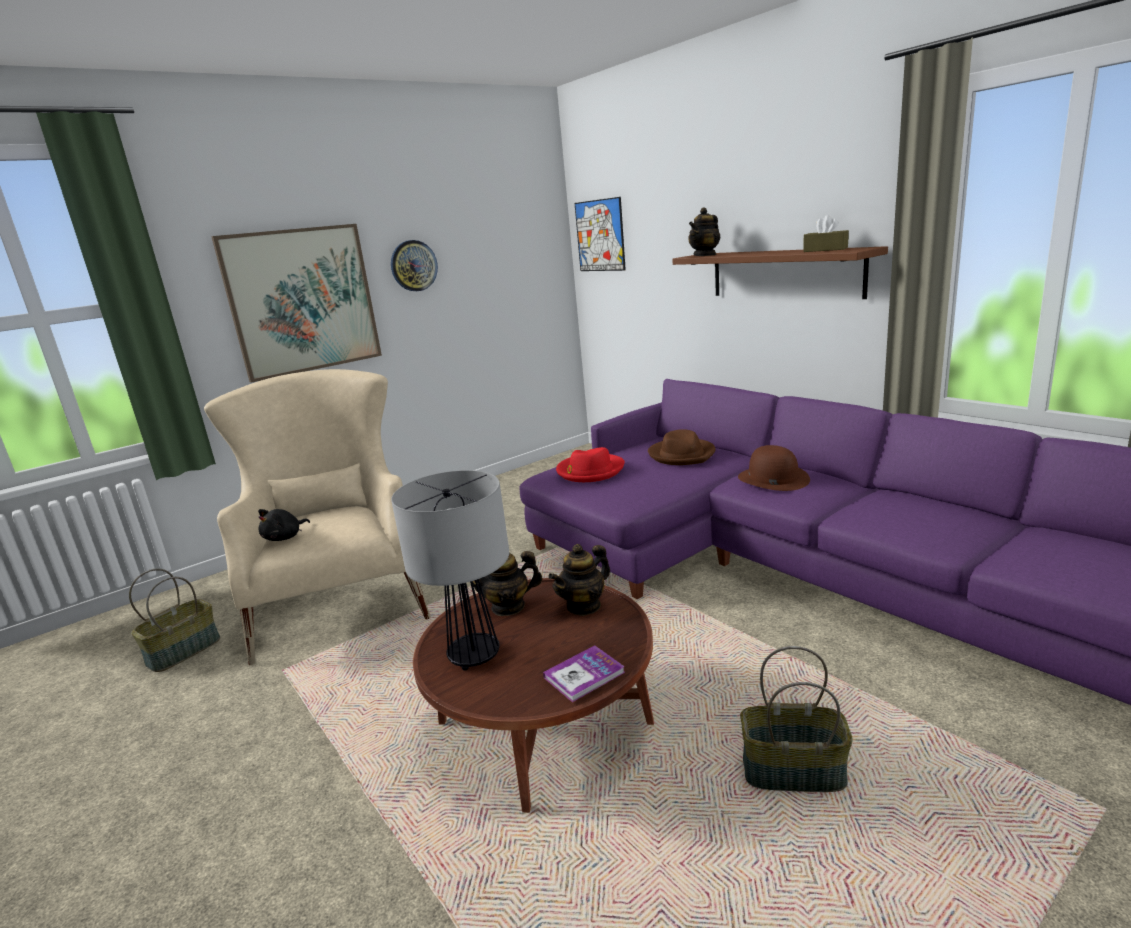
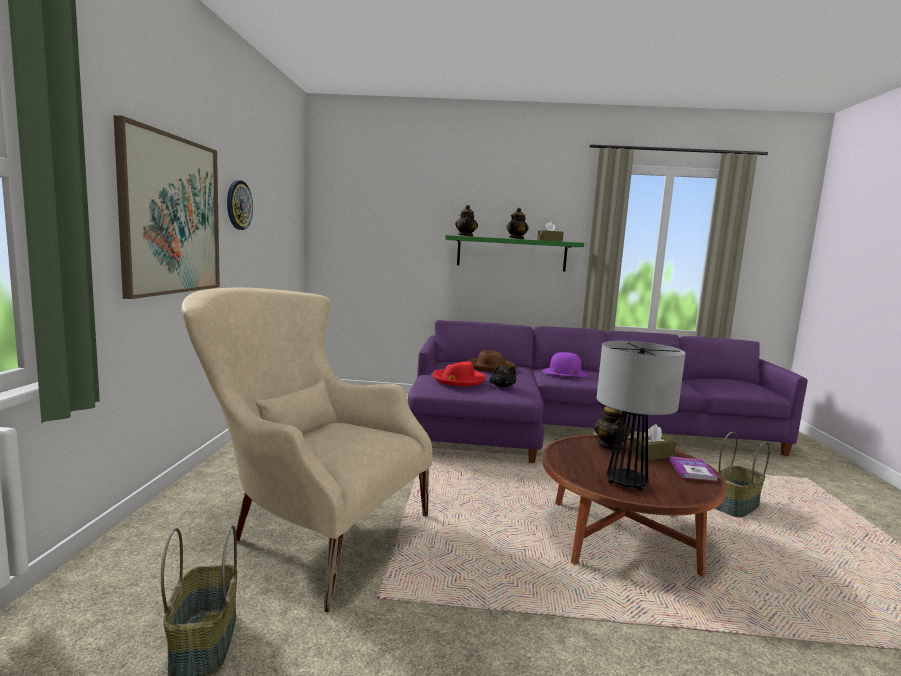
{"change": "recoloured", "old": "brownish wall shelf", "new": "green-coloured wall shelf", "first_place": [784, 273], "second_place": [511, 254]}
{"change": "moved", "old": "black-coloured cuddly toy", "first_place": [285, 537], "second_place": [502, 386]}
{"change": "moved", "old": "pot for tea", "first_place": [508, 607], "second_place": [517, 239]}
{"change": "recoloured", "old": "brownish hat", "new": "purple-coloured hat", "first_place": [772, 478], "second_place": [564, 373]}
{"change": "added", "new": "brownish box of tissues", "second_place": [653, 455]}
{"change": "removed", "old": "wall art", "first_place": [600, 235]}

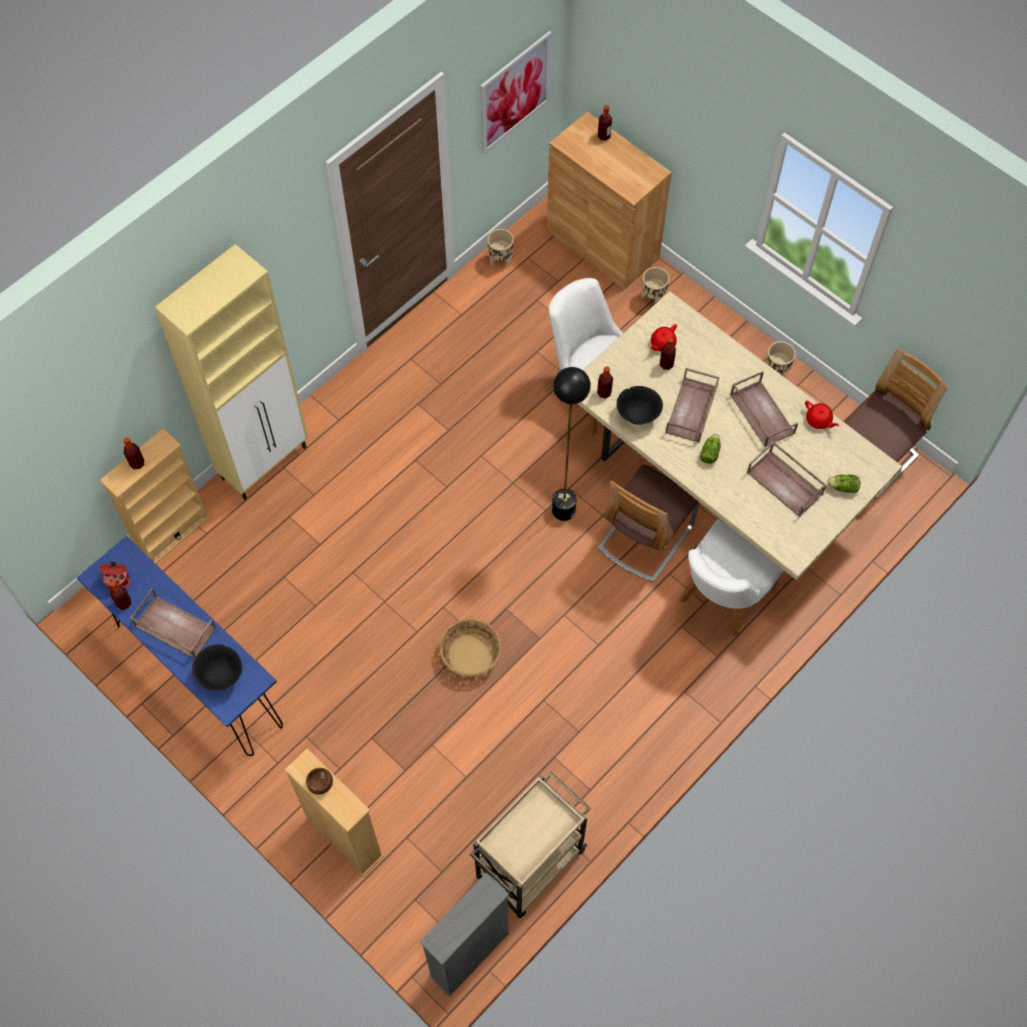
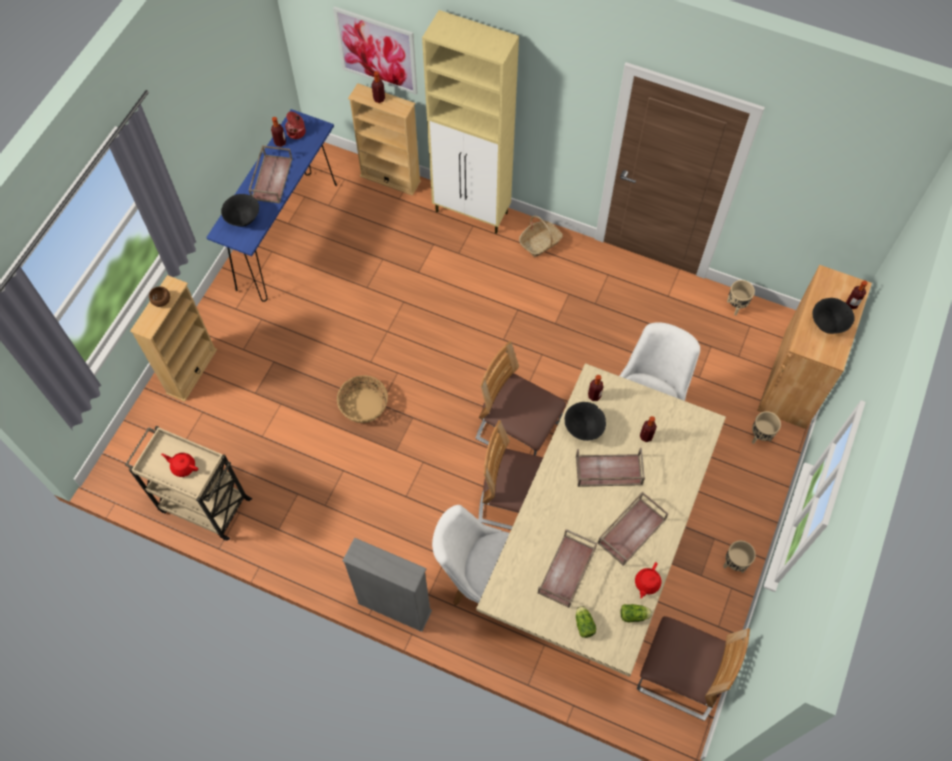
{"change": "moved", "old": "red pot for tea", "first_place": [662, 343], "second_place": [183, 466]}
{"change": "moved", "old": "wall art", "first_place": [515, 92], "second_place": [377, 50]}
{"change": "moved", "old": "greyish bookshelf", "first_place": [469, 954], "second_place": [394, 607]}
{"change": "replaced", "old": "black-coloured floor lamp", "new": "plain chair", "first_place": [563, 510], "second_place": [517, 431]}
{"change": "added", "new": "basket", "second_place": [540, 243]}
{"change": "moved", "old": "lettuce", "first_place": [710, 452], "second_place": [635, 615]}
{"change": "added", "new": "black-coloured bowl", "second_place": [827, 325]}

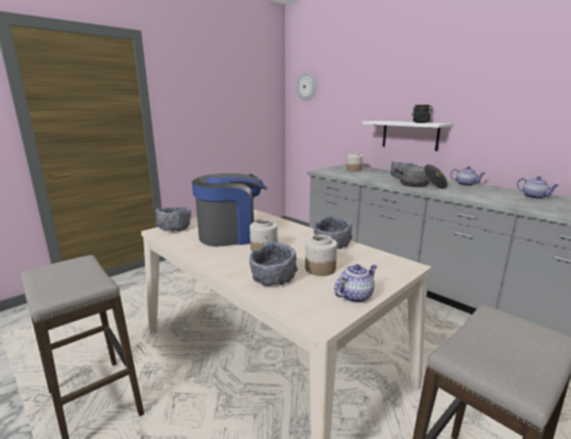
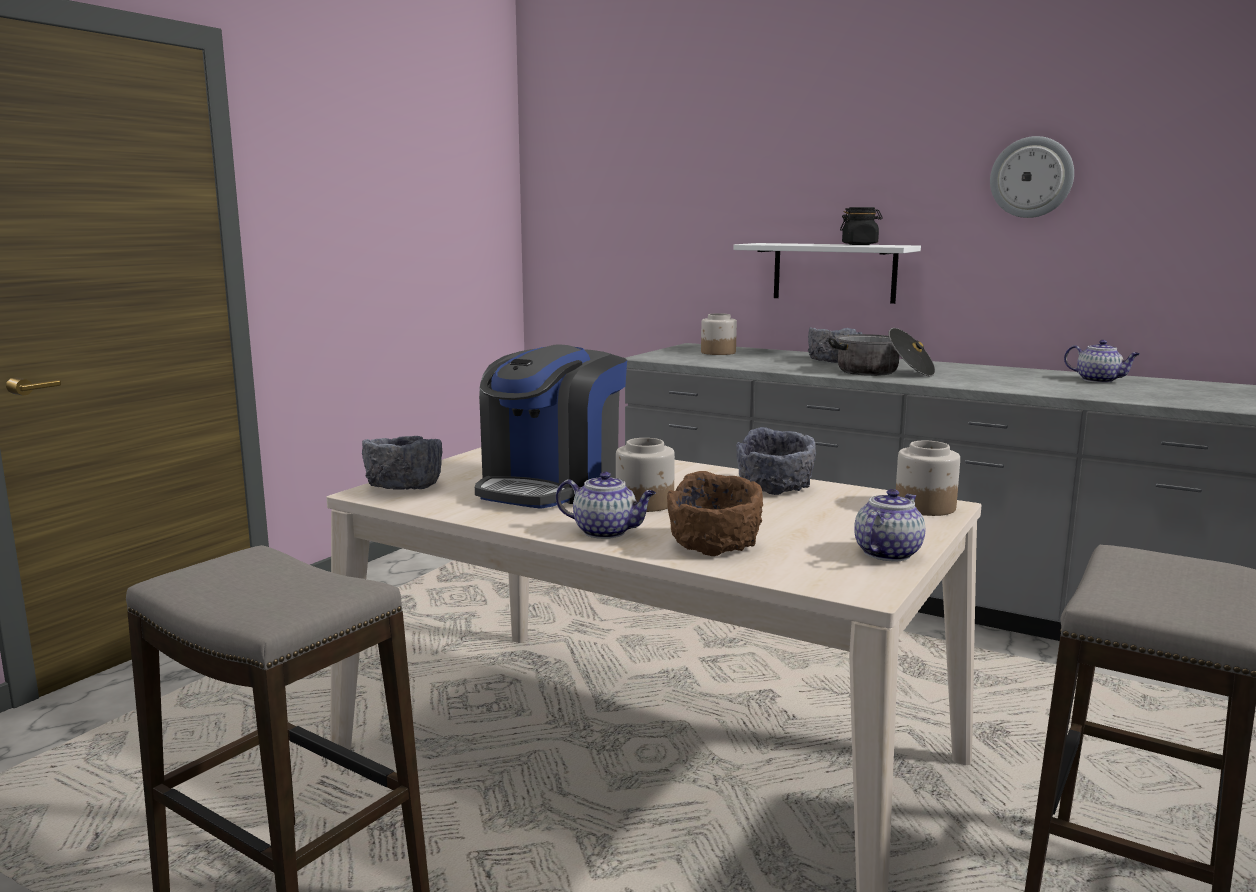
{"change": "turned", "old": "coffee maker", "first_place": [232, 235], "second_place": [551, 487], "degrees": 150}
{"change": "moved", "old": "pot for tea", "first_place": [466, 184], "second_place": [606, 532]}
{"change": "recoloured", "old": "greyish bowl", "new": "brownish bowl", "first_place": [273, 278], "second_place": [714, 544]}
{"change": "moved", "old": "storage jar", "first_place": [319, 269], "second_place": [924, 507]}
{"change": "moved", "old": "hanging clock", "first_place": [307, 86], "second_place": [1031, 177]}

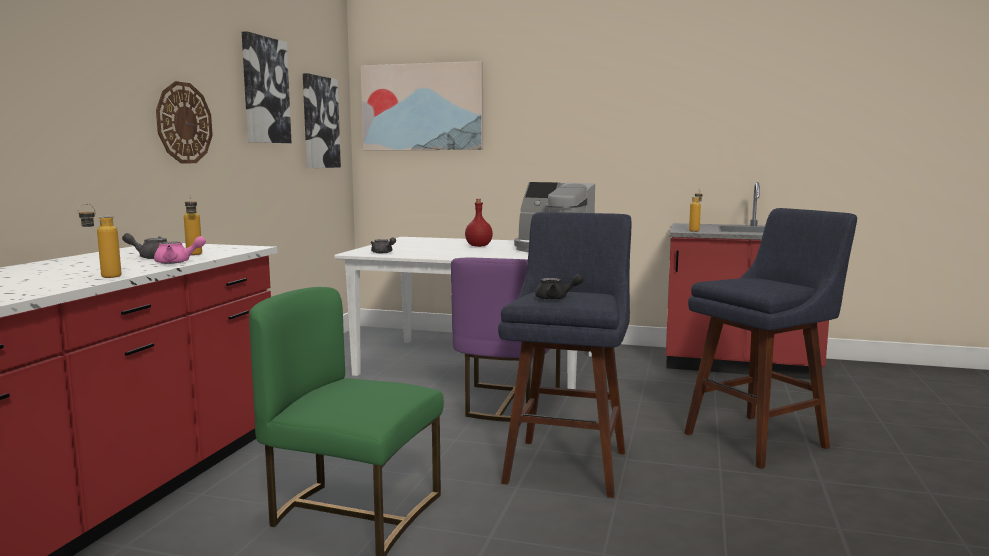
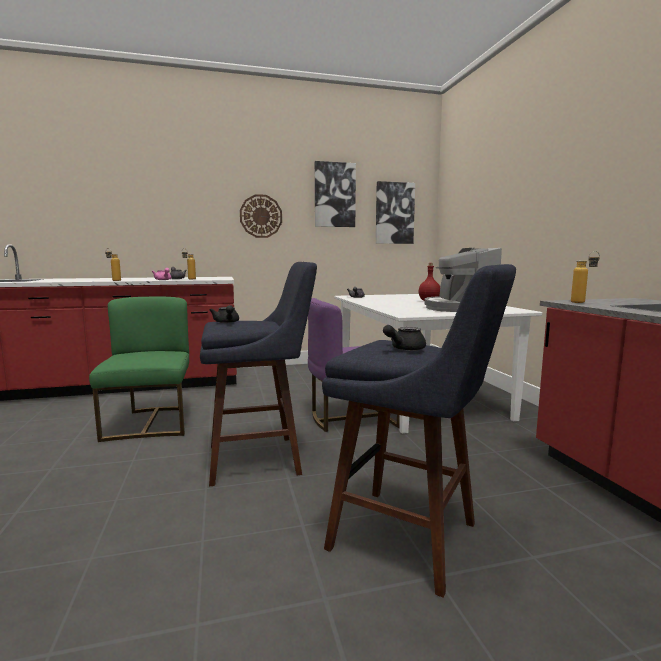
{"change": "added", "new": "black-coloured pot for tea", "second_place": [403, 349]}
{"change": "removed", "old": "wall art", "first_place": [422, 107]}

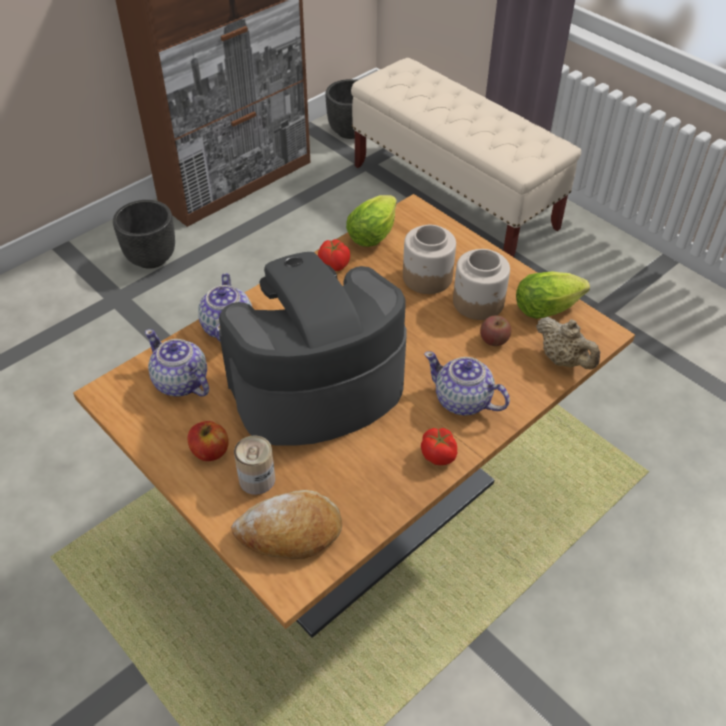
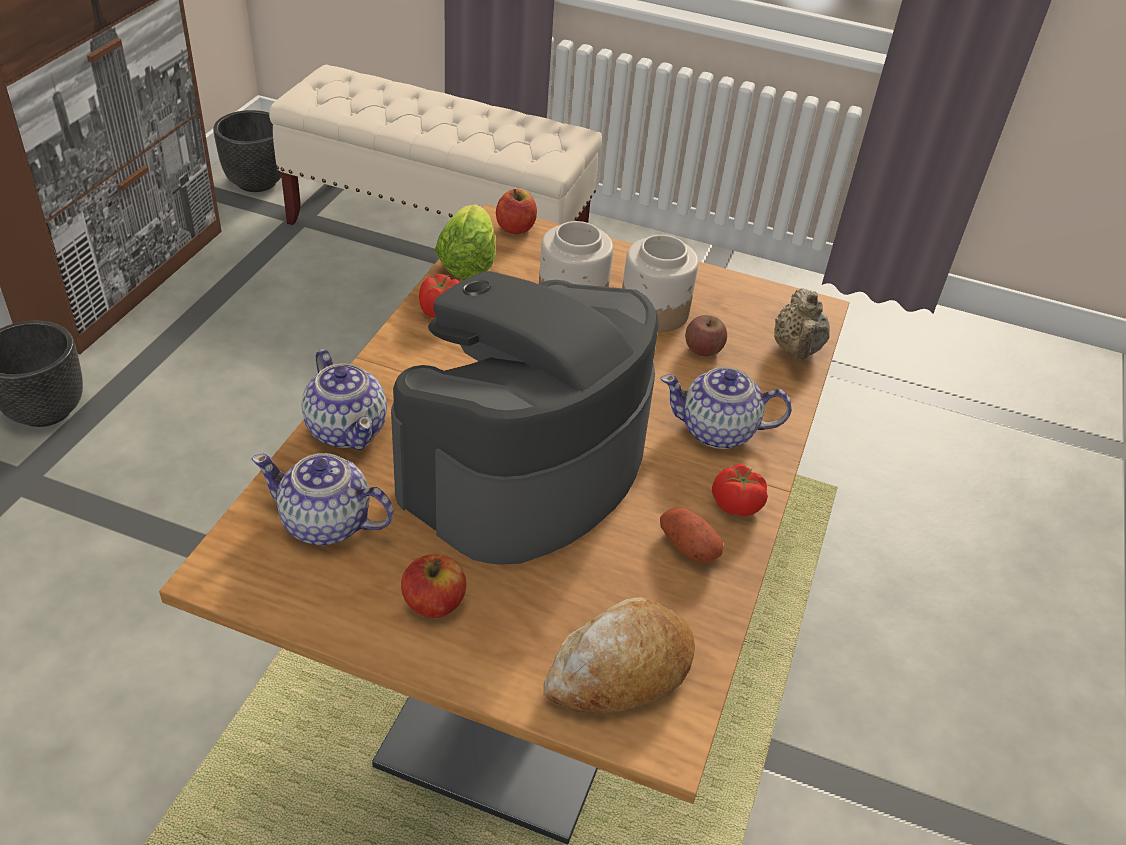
{"change": "added", "new": "apple fruit", "second_place": [515, 228]}
{"change": "added", "new": "spud", "second_place": [688, 547]}
{"change": "turned", "old": "sand-coloured pot for tea", "first_place": [563, 360], "second_place": [796, 350], "degrees": 75}
{"change": "removed", "old": "metal can", "first_place": [257, 479]}
{"change": "removed", "old": "lettuce", "first_place": [550, 308]}

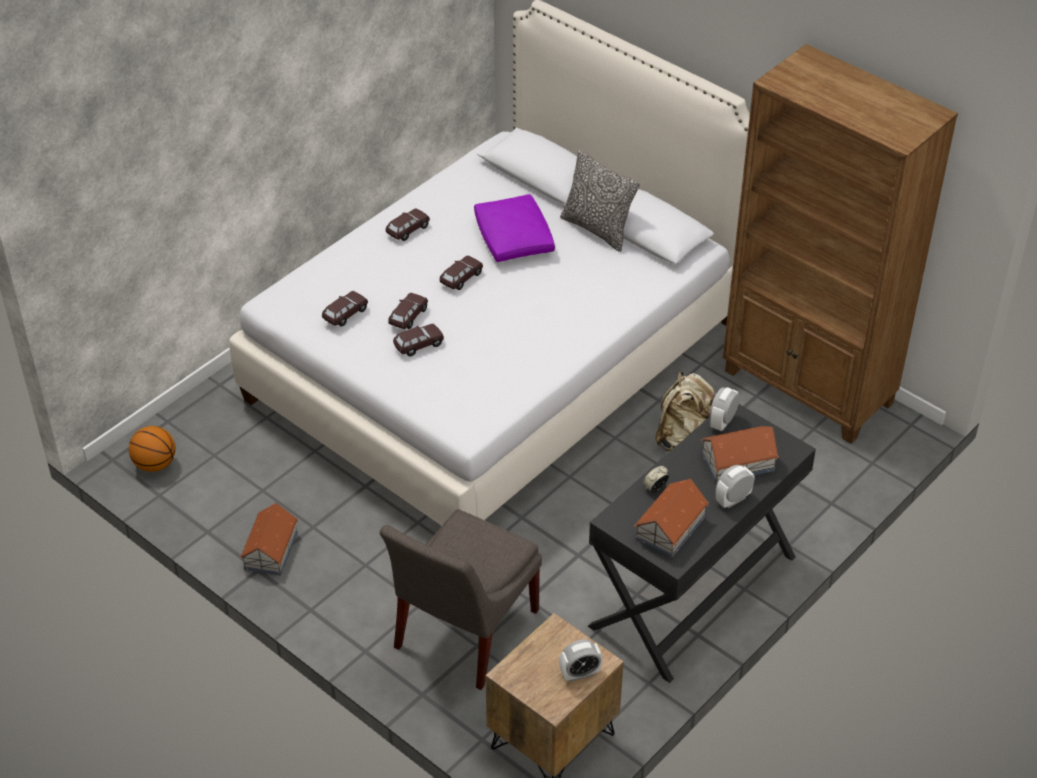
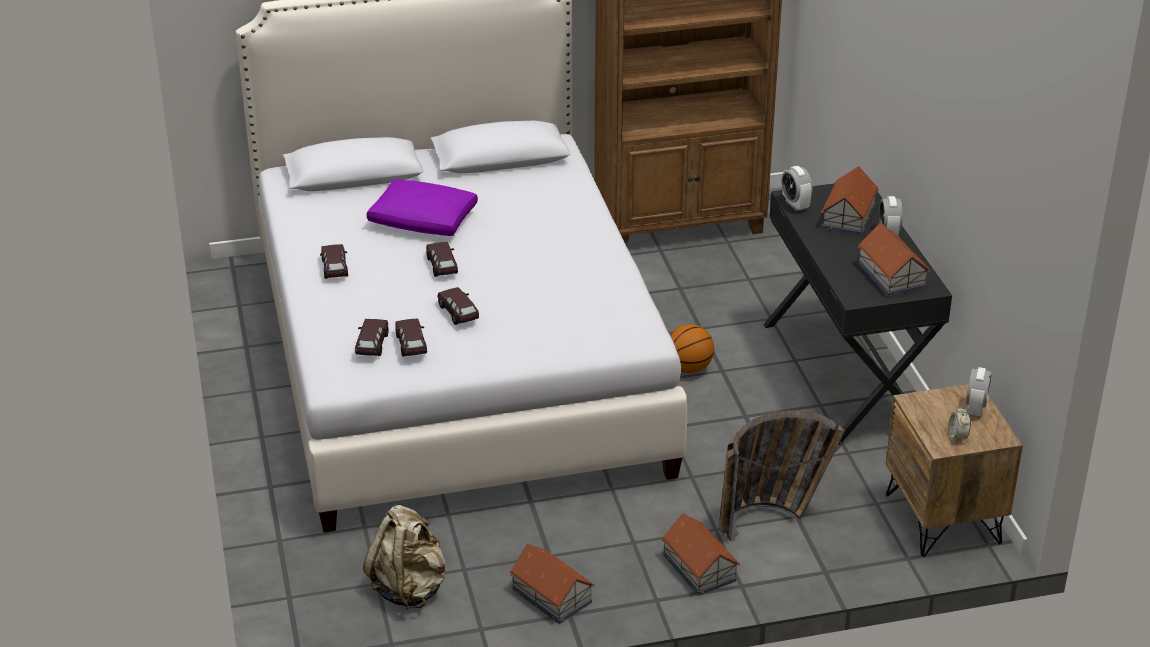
{"change": "moved", "old": "brownish miniature car", "first_place": [418, 345], "second_place": [372, 345]}
{"change": "moved", "old": "sand-coloured backpack", "first_place": [684, 437], "second_place": [409, 588]}
{"change": "added", "new": "model house", "second_place": [699, 568]}
{"change": "moved", "old": "ball for basketball", "first_place": [155, 464], "second_place": [688, 368]}
{"change": "replaced", "old": "greyish plain chair", "new": "basket", "first_place": [462, 633], "second_place": [774, 518]}
{"change": "moved", "old": "bedside clock", "first_place": [655, 488], "second_place": [957, 436]}
{"change": "removed", "old": "cushion", "first_place": [597, 229]}

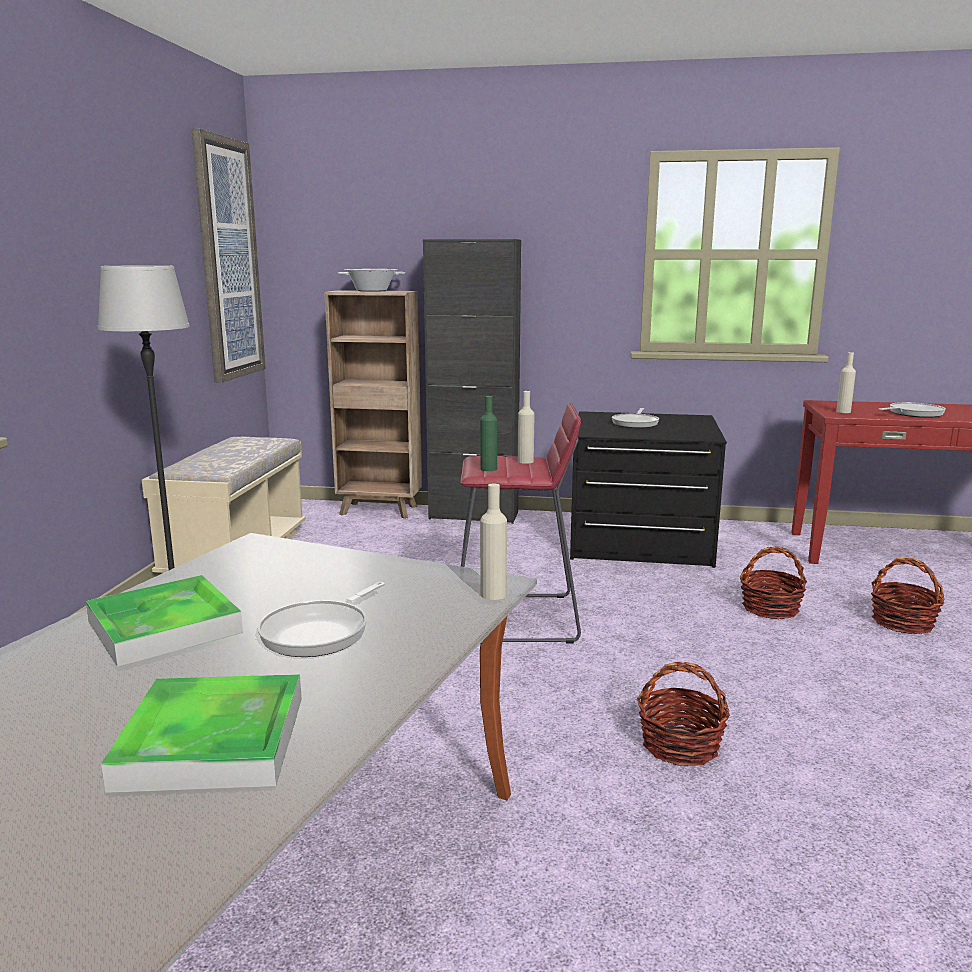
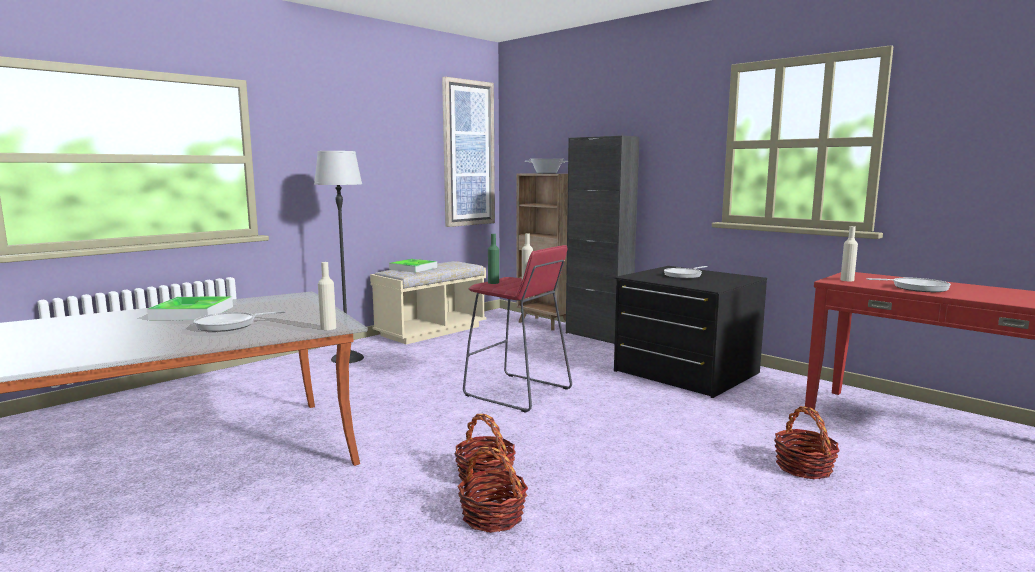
{"change": "moved", "old": "tray", "first_place": [212, 741], "second_place": [413, 268]}
{"change": "moved", "old": "basket", "first_place": [770, 608], "second_place": [493, 516]}

